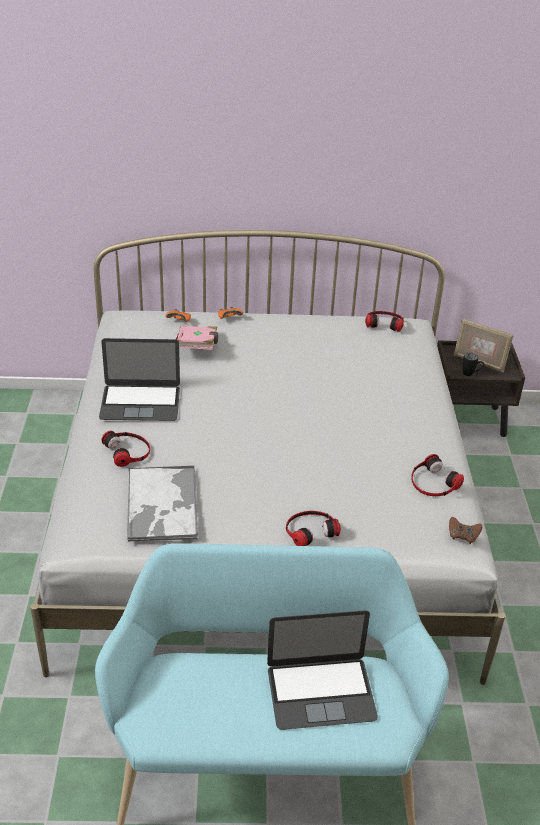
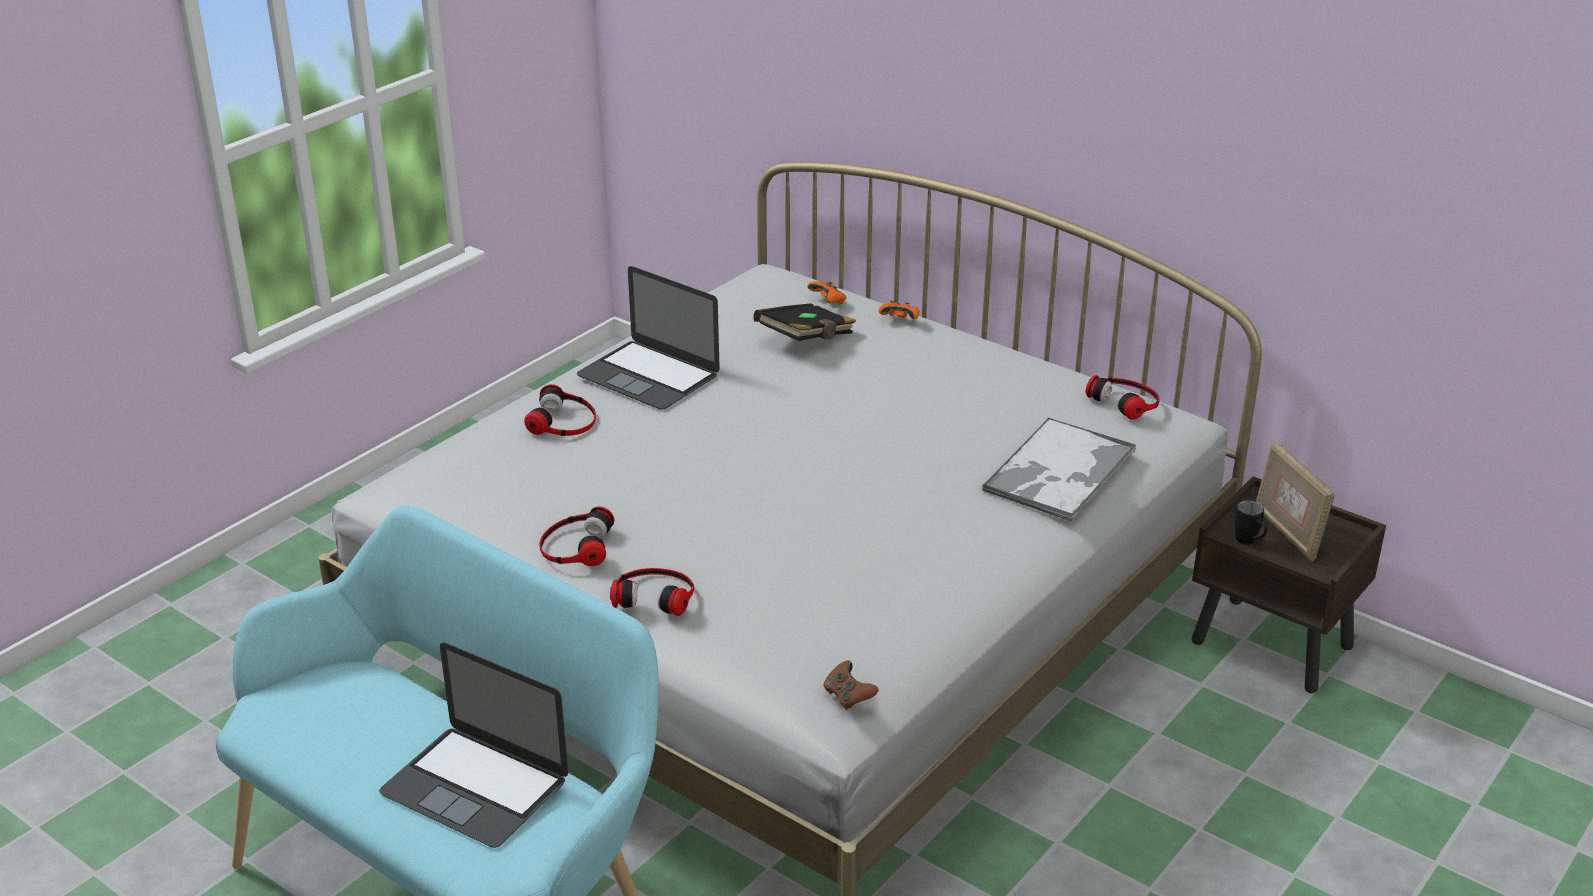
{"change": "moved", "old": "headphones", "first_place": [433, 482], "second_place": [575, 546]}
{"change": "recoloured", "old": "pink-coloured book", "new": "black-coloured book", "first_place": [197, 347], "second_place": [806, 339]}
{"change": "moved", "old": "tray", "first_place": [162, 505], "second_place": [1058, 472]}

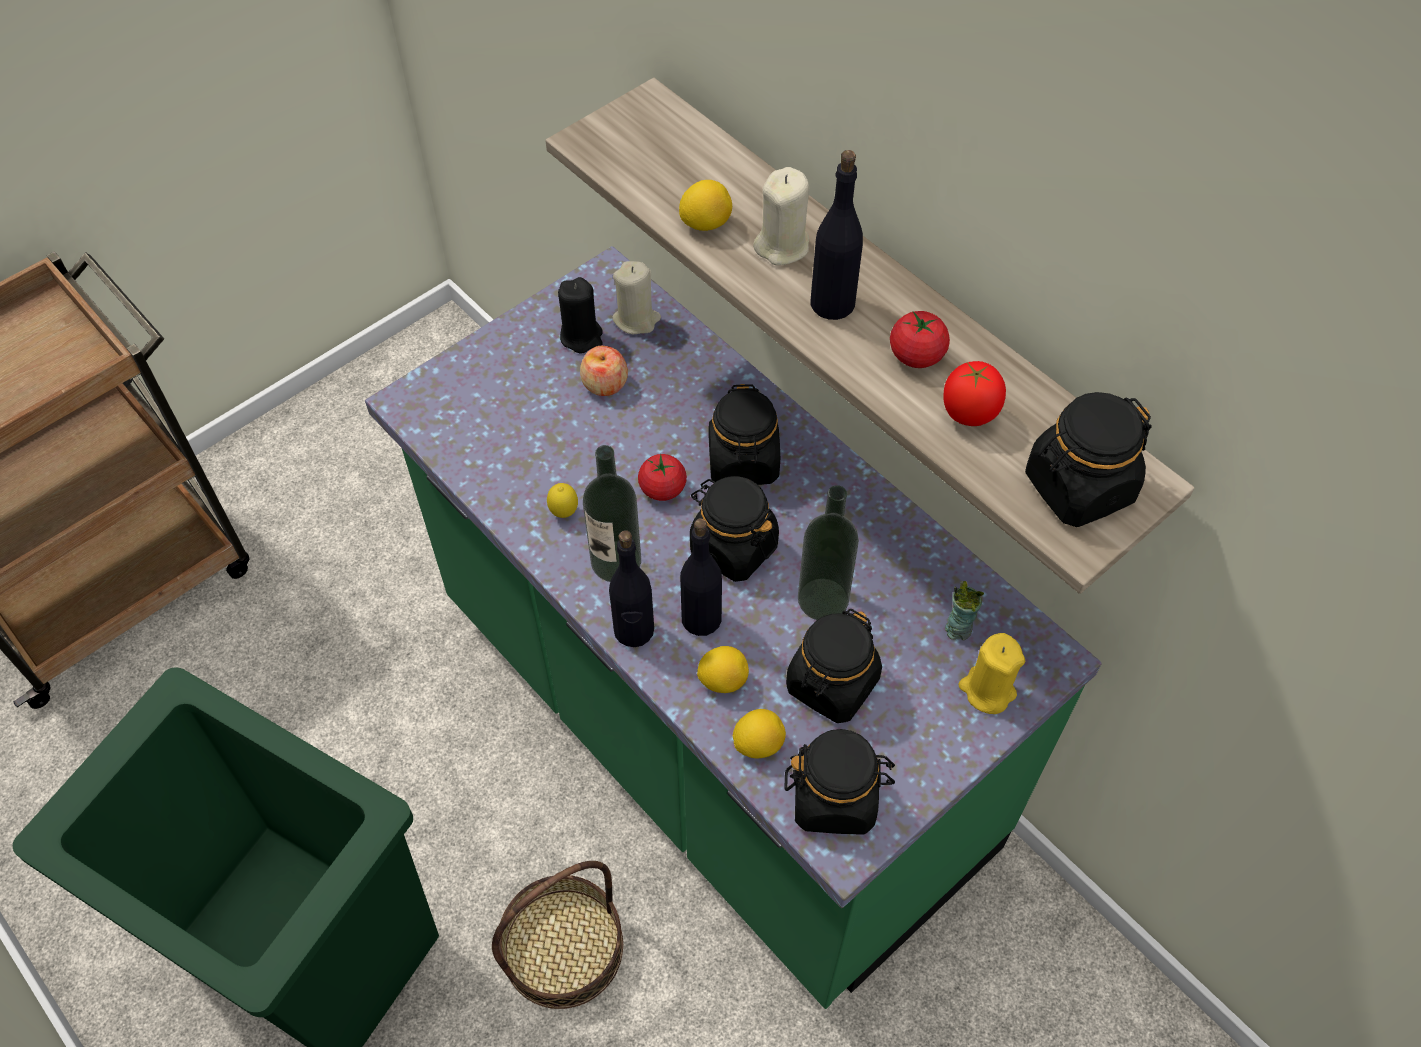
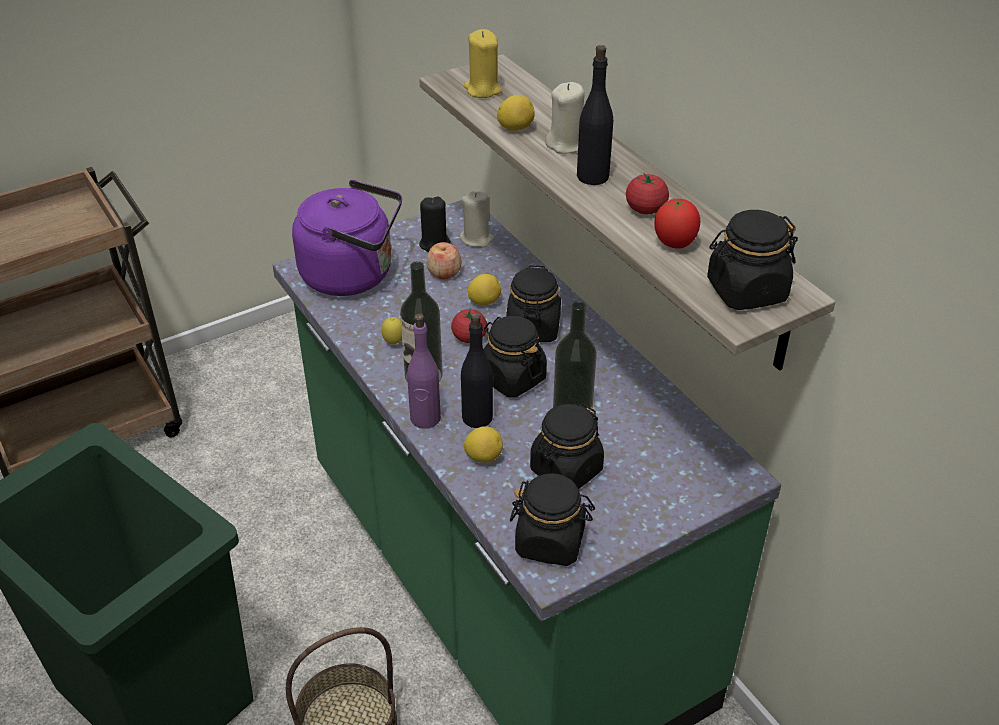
{"change": "added", "new": "purple-coloured tea kettle", "second_place": [353, 275]}
{"change": "recoloured", "old": "black-coloured beverage bottle", "new": "purple-coloured beverage bottle", "first_place": [634, 630], "second_place": [425, 418]}
{"change": "moved", "old": "yellow wax light", "first_place": [987, 690], "second_place": [482, 90]}
{"change": "moved", "old": "whole lemon", "first_place": [758, 744], "second_place": [484, 302]}
{"change": "removed", "old": "drinking cup", "first_place": [958, 629]}

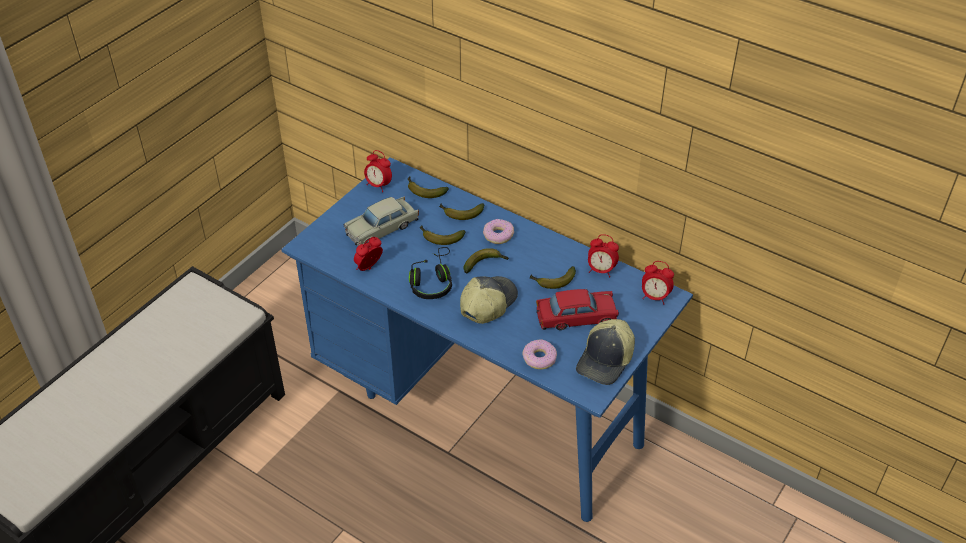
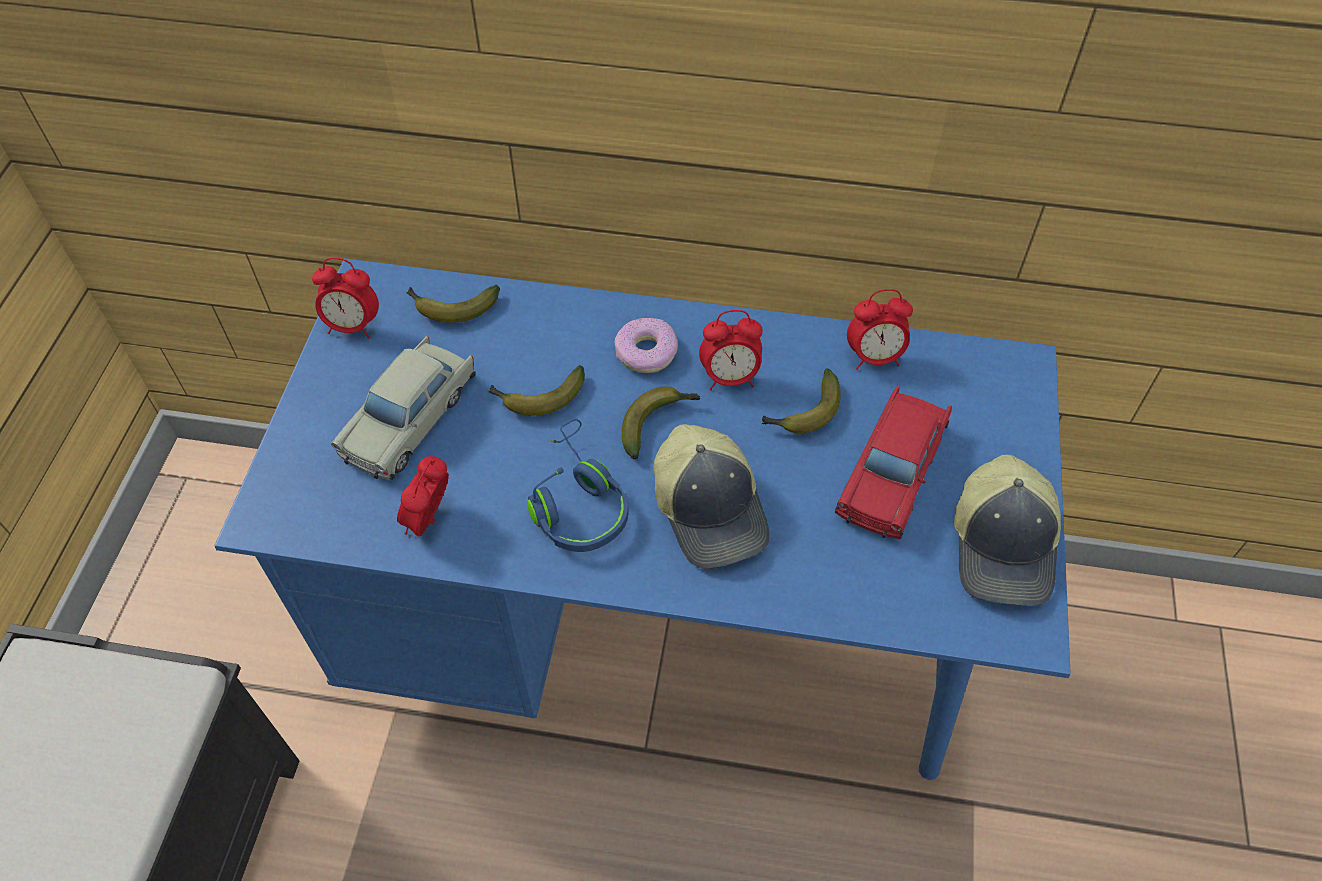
{"change": "recoloured", "old": "black-coloured headphones", "new": "bluish headphones", "first_place": [432, 281], "second_place": [576, 502]}
{"change": "turned", "old": "peaked cap", "first_place": [487, 303], "second_place": [711, 509], "degrees": 150}
{"change": "moved", "old": "bedside clock", "first_place": [654, 297], "second_place": [730, 378]}
{"change": "turned", "old": "red miniature car", "first_place": [576, 317], "second_place": [892, 473], "degrees": 150}
{"change": "removed", "old": "banana", "first_place": [460, 213]}
{"change": "removed", "old": "donut", "first_place": [539, 358]}

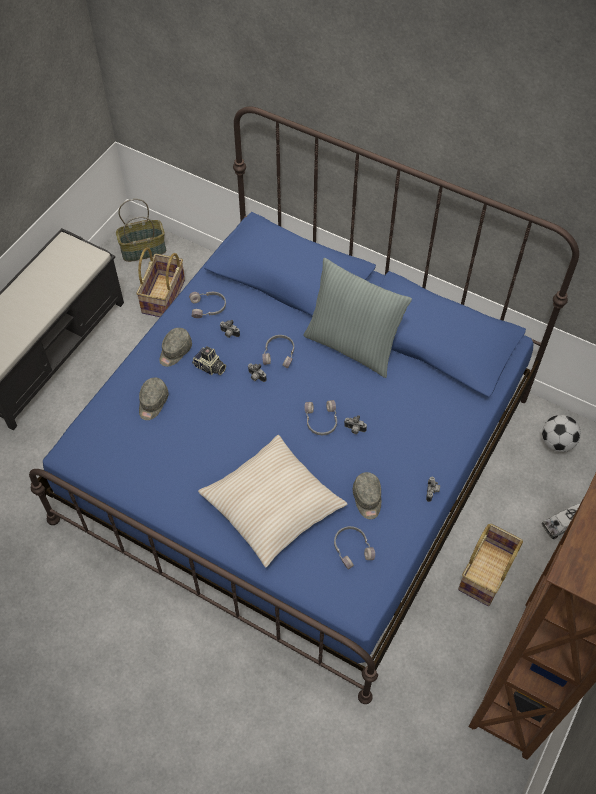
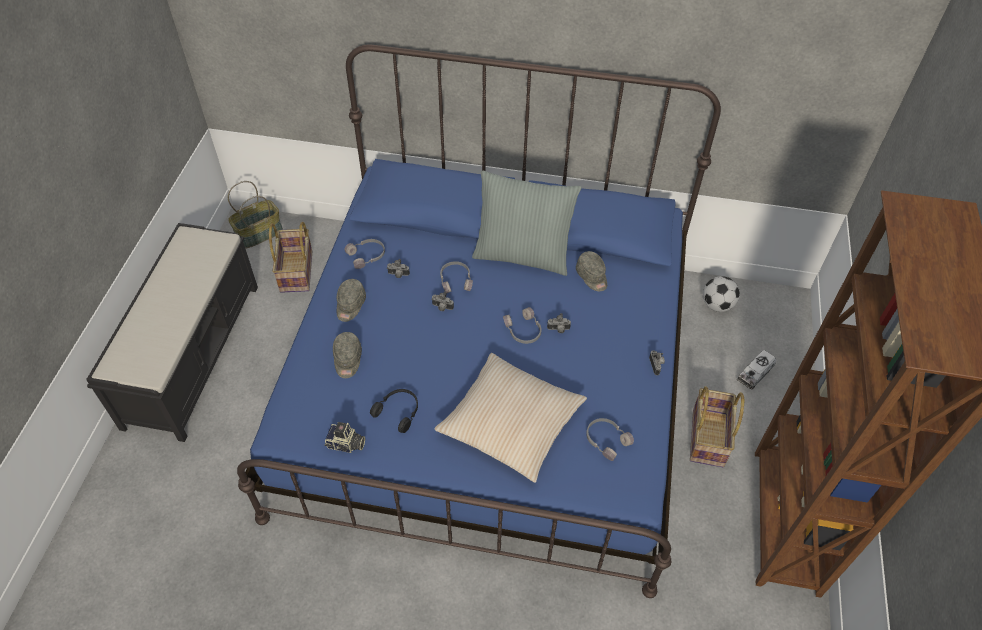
{"change": "moved", "old": "still camera", "first_place": [210, 368], "second_place": [346, 445]}
{"change": "added", "new": "black-coloured headphones", "second_place": [399, 411]}
{"change": "moved", "old": "greyish peaked cap", "first_place": [367, 499], "second_place": [592, 277]}

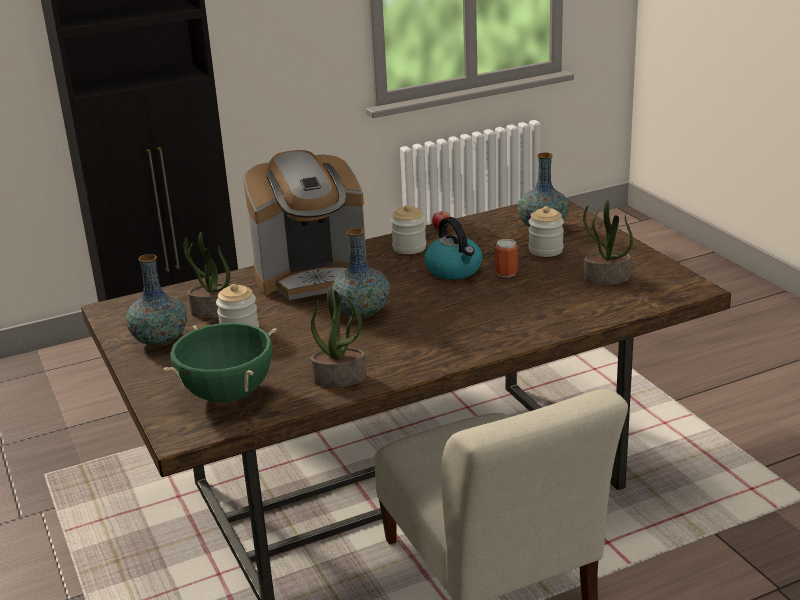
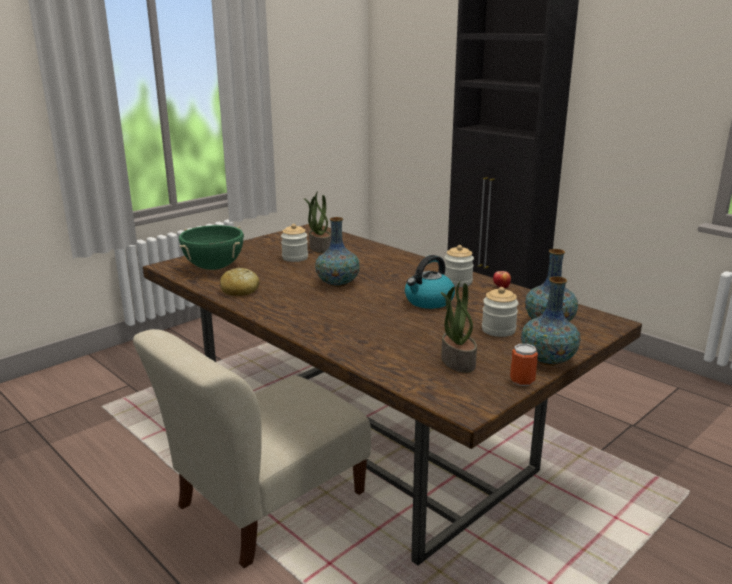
{"change": "replaced", "old": "plant in a pot", "new": "baked bread", "first_place": [340, 378], "second_place": [240, 290]}
{"change": "moved", "old": "metal can", "first_place": [506, 273], "second_place": [522, 381]}
{"change": "moved", "old": "vase", "first_place": [160, 340], "second_place": [547, 360]}
{"change": "removed", "old": "coffee maker", "first_place": [311, 276]}

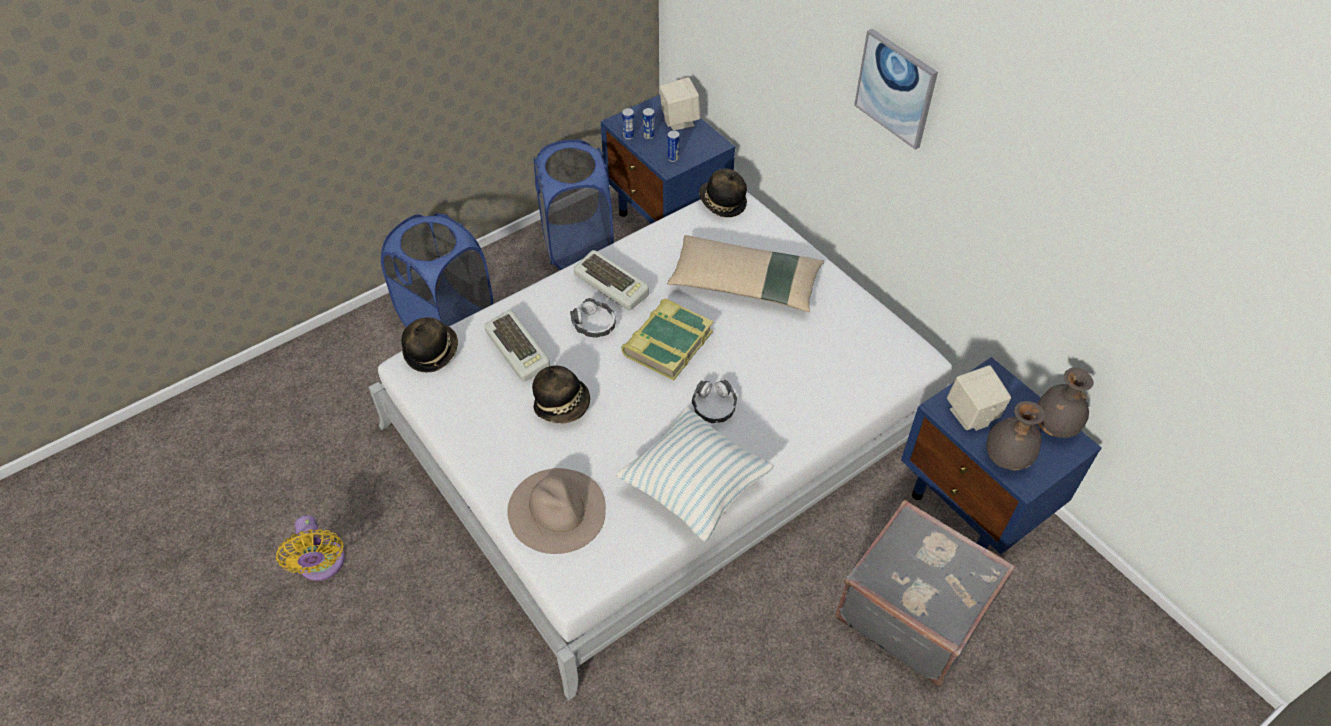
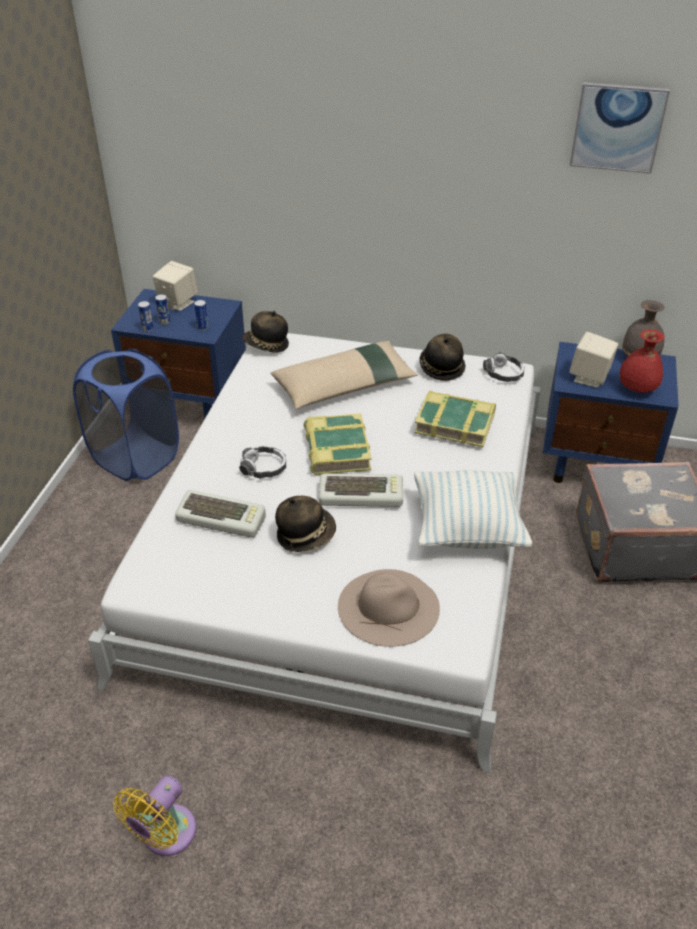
{"change": "turned", "old": "yellow cooling fan", "first_place": [322, 565], "second_place": [165, 835], "degrees": 90}
{"change": "moved", "old": "PC keyboard", "first_place": [613, 284], "second_place": [362, 494]}
{"change": "added", "new": "book", "second_place": [455, 423]}
{"change": "moved", "old": "hat", "first_place": [431, 352], "second_place": [441, 368]}
{"change": "moved", "old": "headphones", "first_place": [714, 406], "second_place": [503, 373]}
{"change": "moved", "old": "wall art", "first_place": [896, 88], "second_place": [617, 127]}
{"change": "recoloured", "old": "greyish vase", "new": "red vase", "first_place": [1006, 458], "second_place": [636, 390]}
{"change": "removed", "old": "bluish hamper", "first_place": [448, 322]}

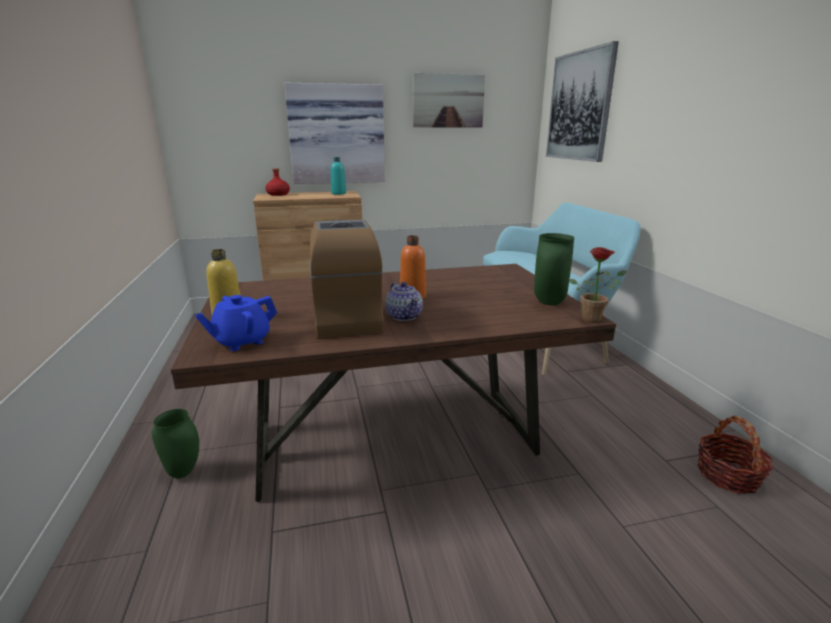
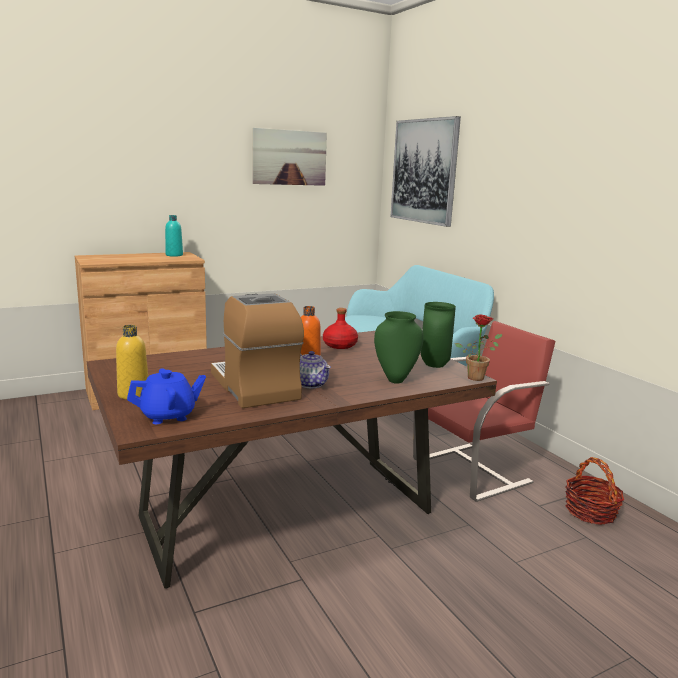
{"change": "turned", "old": "bluish pot for tea", "first_place": [241, 341], "second_place": [168, 416], "degrees": -150}
{"change": "moved", "old": "red beverage bottle", "first_place": [278, 194], "second_place": [339, 345]}
{"change": "moved", "old": "green-coloured vase", "first_place": [184, 472], "second_place": [395, 380]}
{"change": "added", "new": "red plain chair", "second_place": [473, 471]}
{"change": "removed", "old": "wall art", "first_place": [336, 135]}

